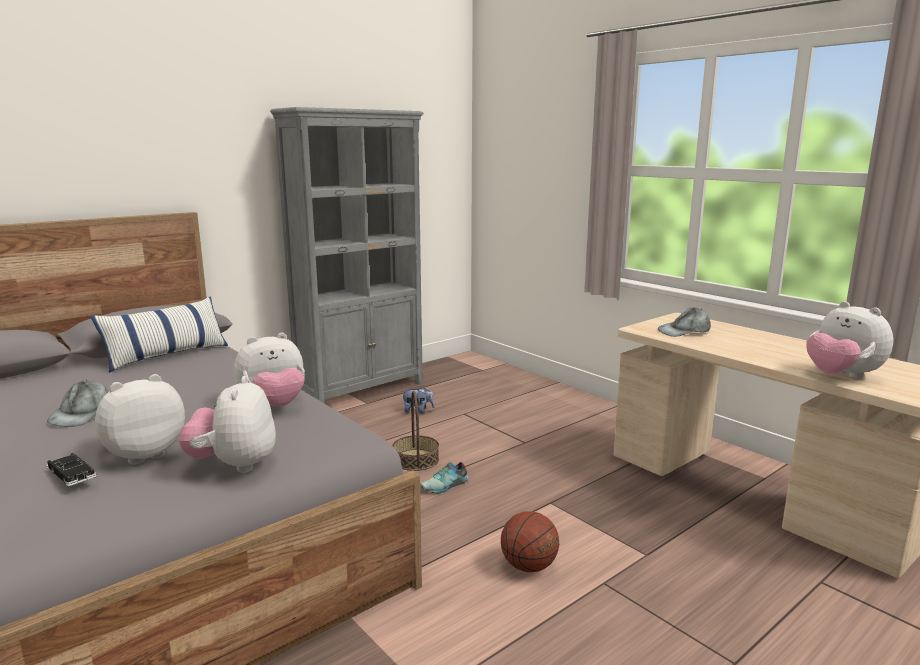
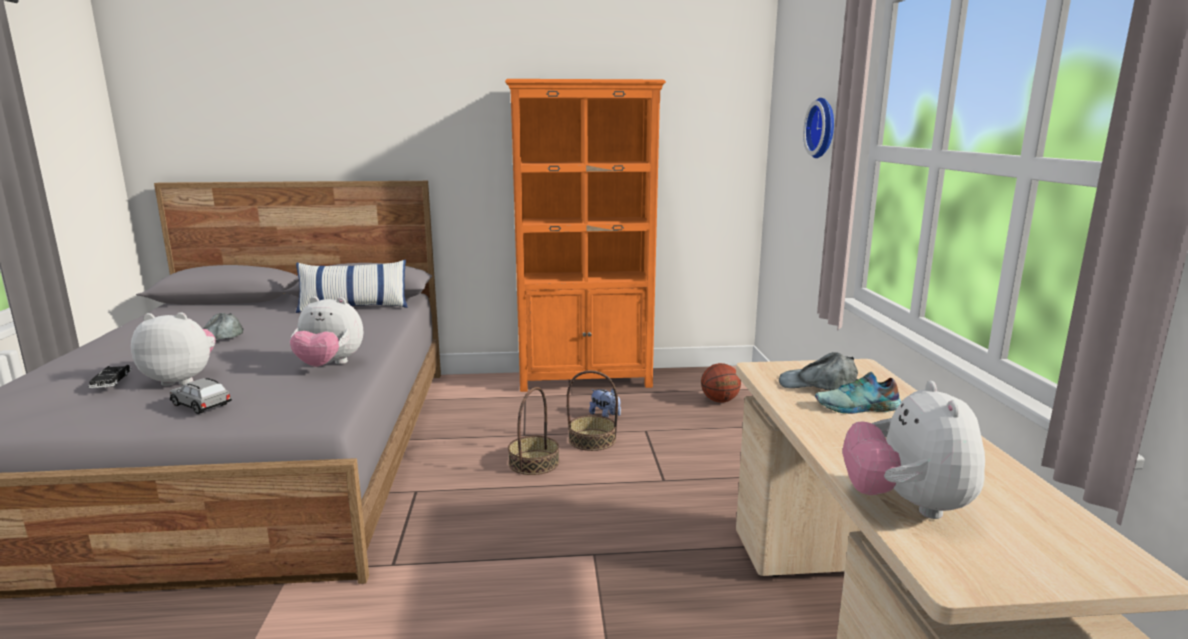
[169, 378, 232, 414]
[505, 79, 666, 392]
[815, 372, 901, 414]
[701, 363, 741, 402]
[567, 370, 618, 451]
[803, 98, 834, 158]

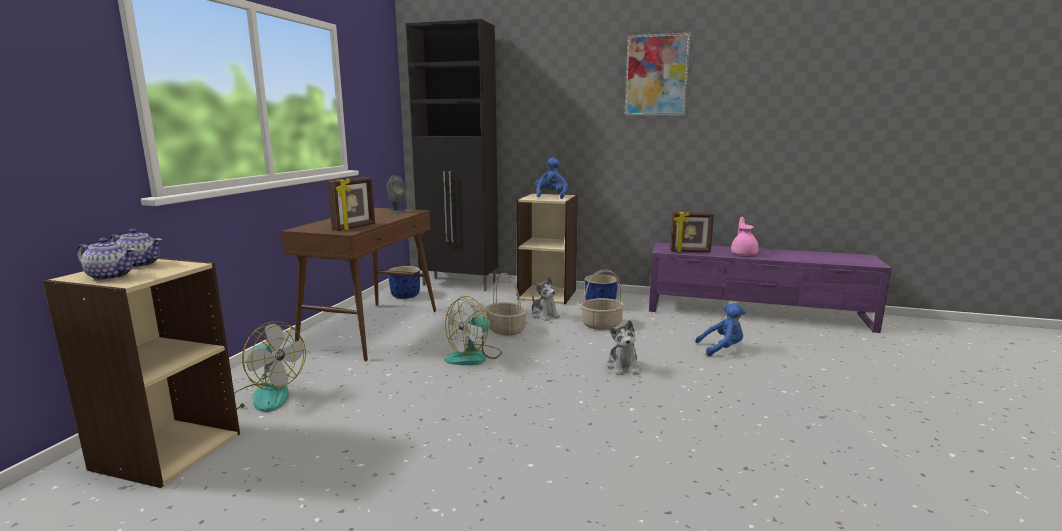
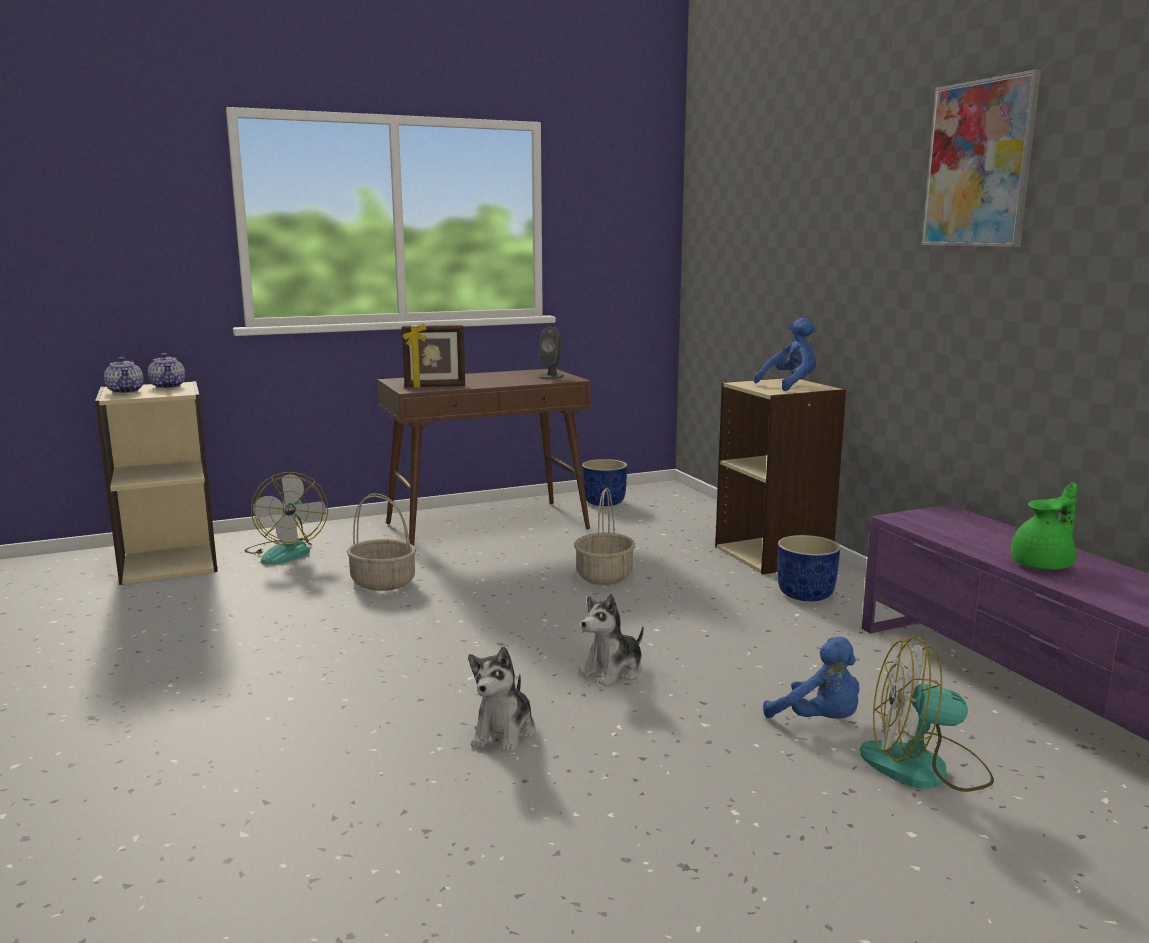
[406, 19, 498, 291] (first image)
[860, 637, 994, 792]
[468, 646, 535, 753]
[347, 493, 416, 591]
[670, 212, 714, 252] (first image)
[1011, 482, 1077, 570]

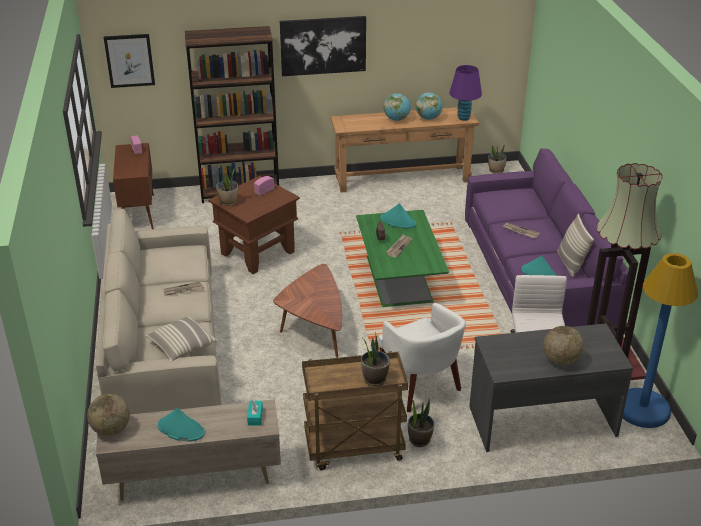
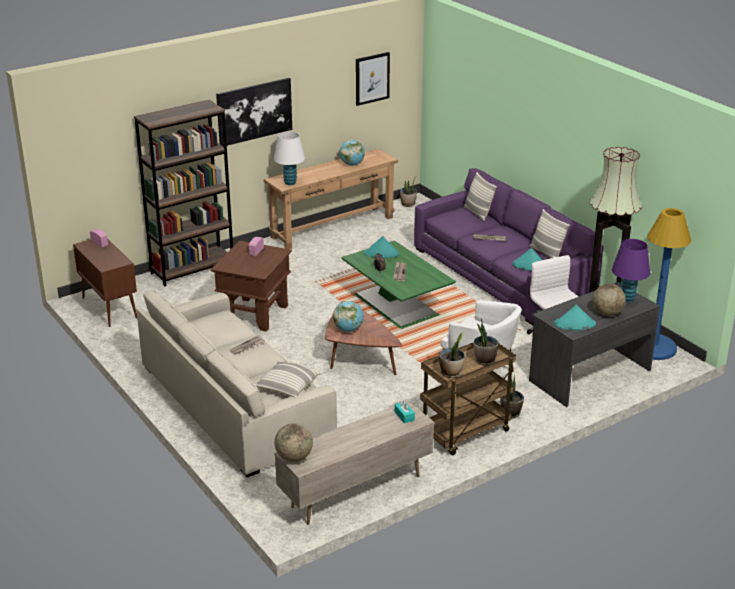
[356, 52, 390, 106]
[554, 305, 596, 330]
[439, 331, 465, 378]
[333, 301, 364, 332]
[612, 239, 650, 302]
[274, 131, 305, 185]
[464, 172, 497, 221]

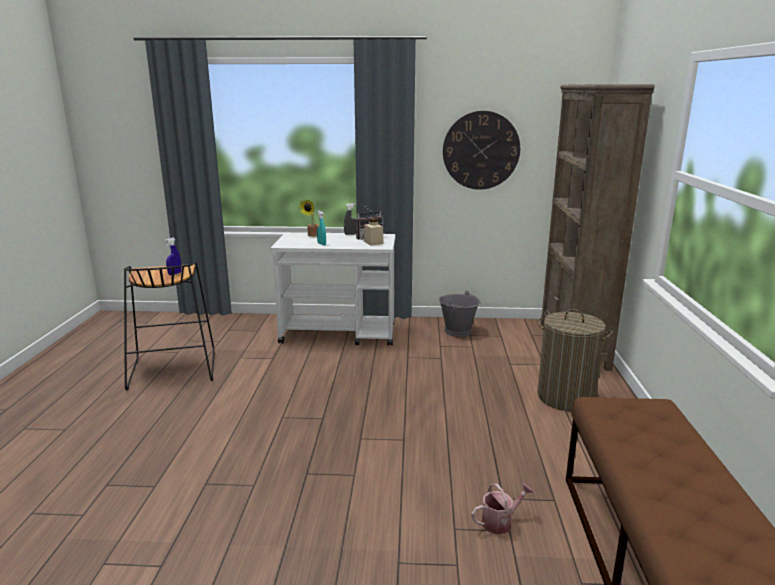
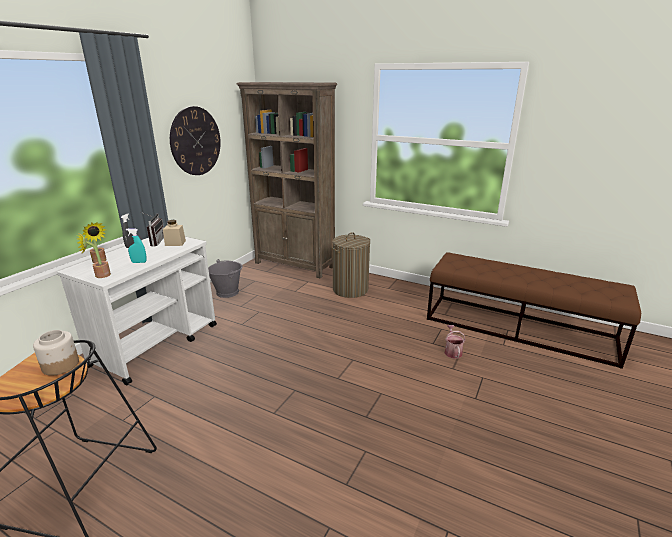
[33, 330, 79, 376]
[77, 233, 111, 278]

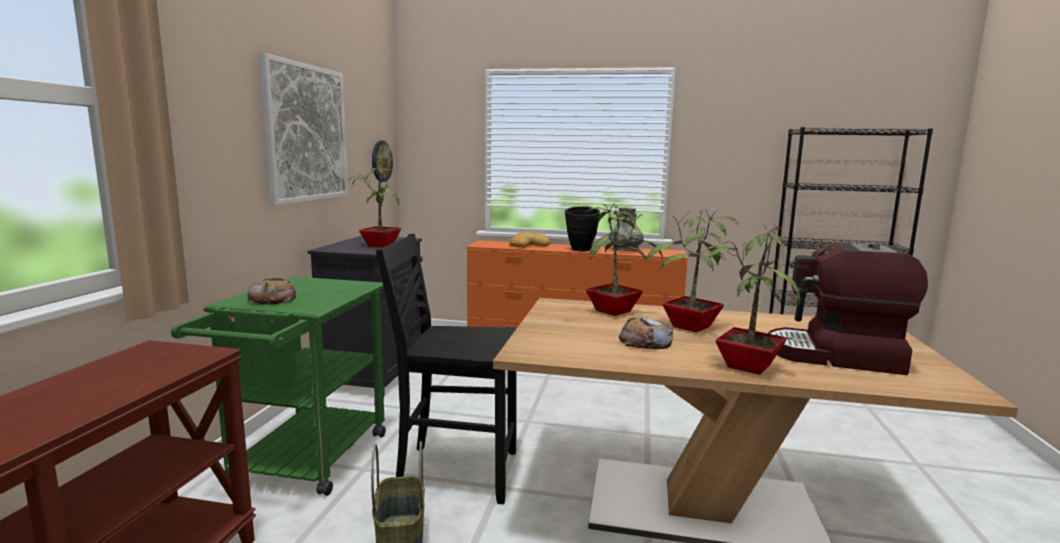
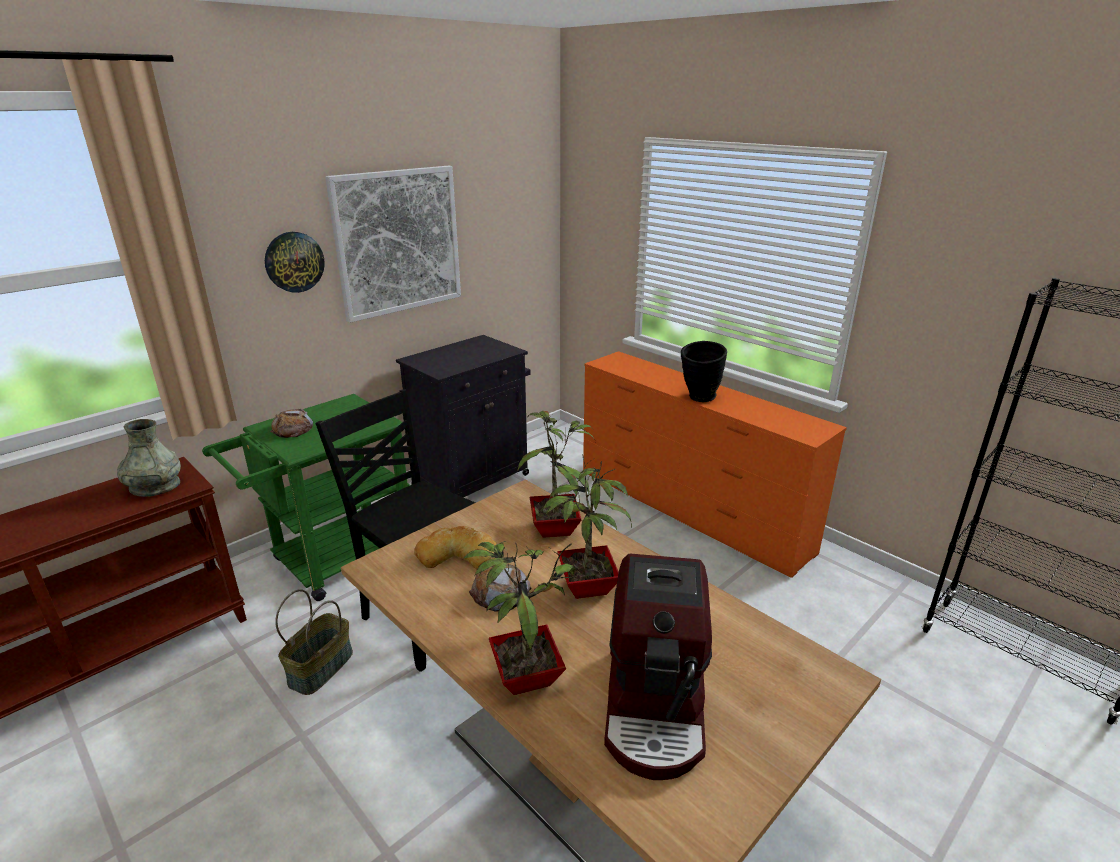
[348, 164, 401, 247] (first image)
[265, 232, 325, 293]
[414, 526, 497, 569]
[117, 419, 181, 497]
[604, 554, 712, 780]

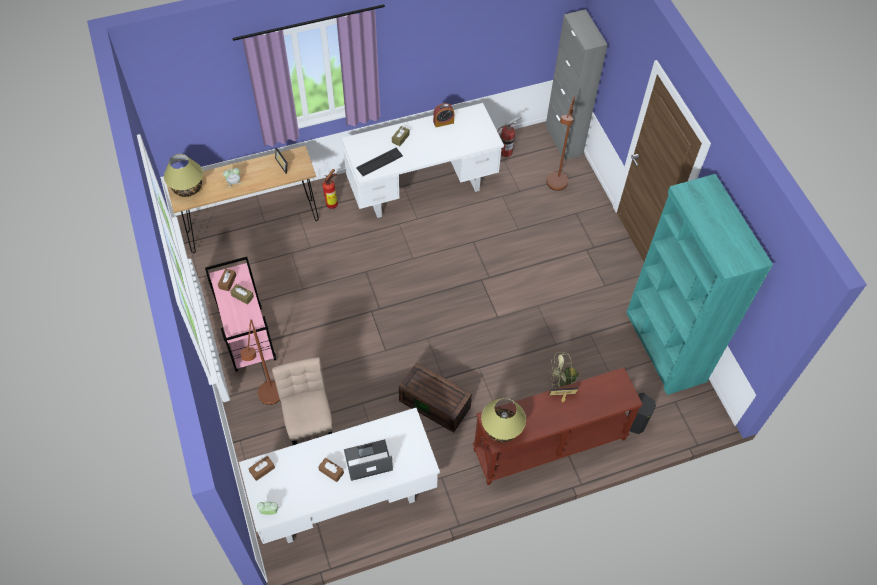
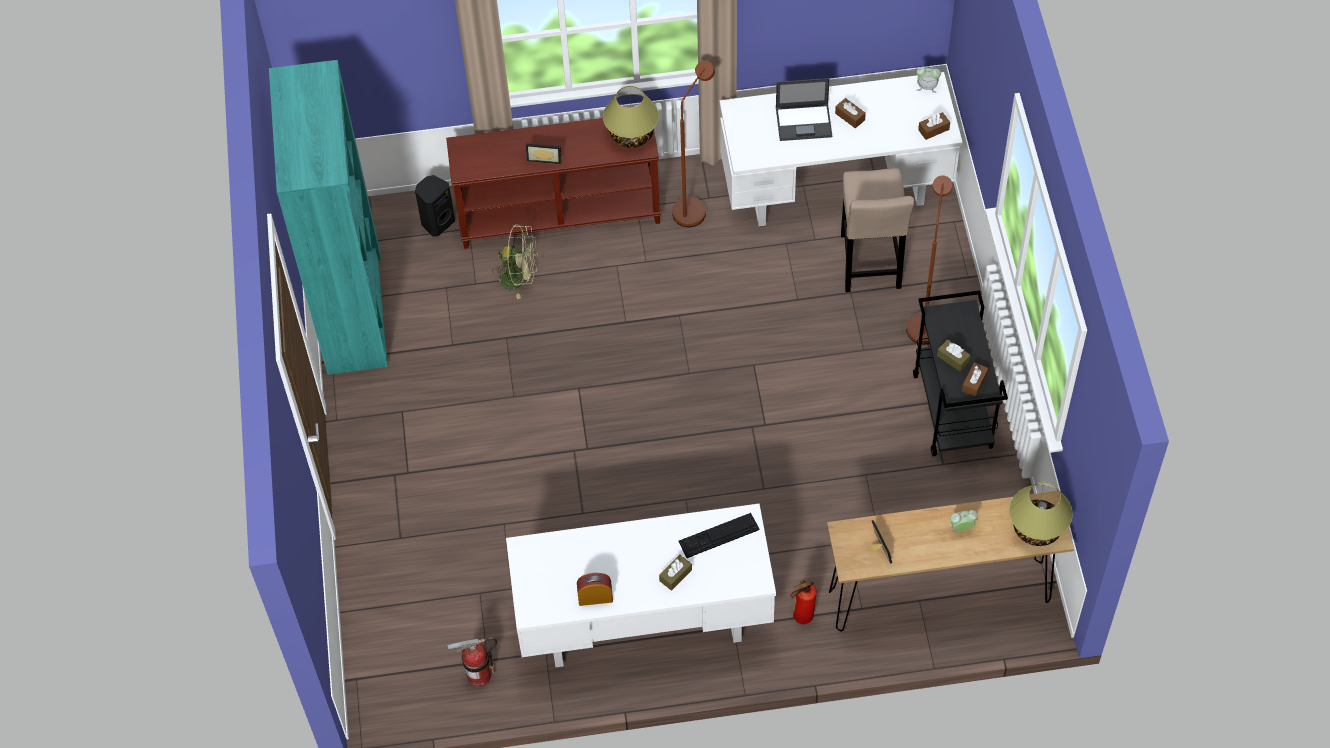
[913, 290, 1008, 456]
[399, 362, 472, 433] (first image)
[545, 9, 608, 160] (first image)
[672, 61, 715, 227]

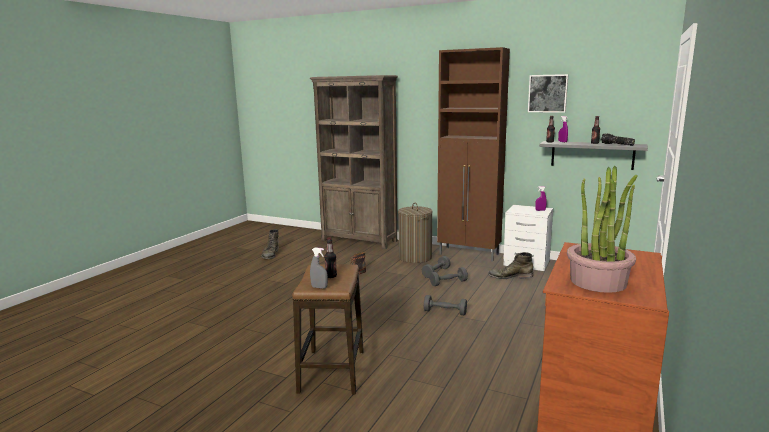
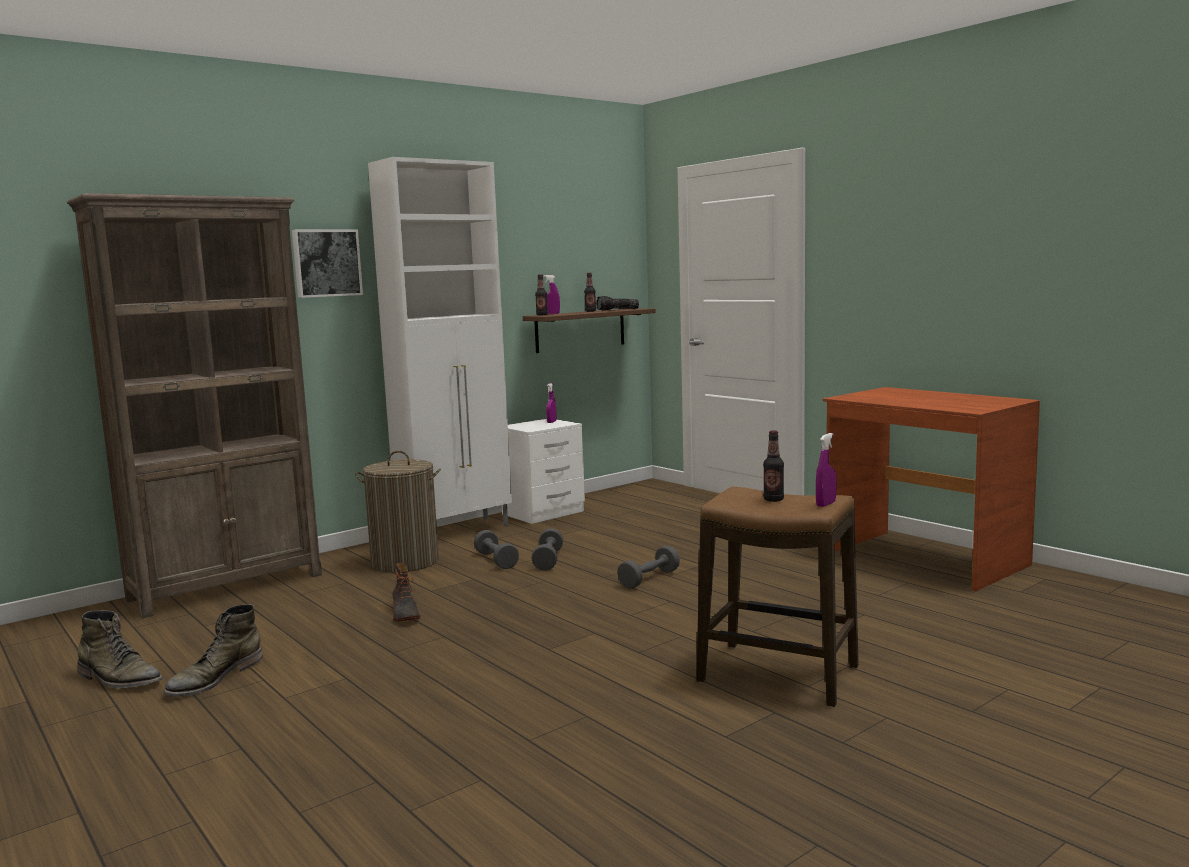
[816, 433, 837, 507]
[368, 157, 512, 527]
[163, 604, 263, 697]
[292, 230, 363, 298]
[523, 308, 655, 353]
[567, 166, 638, 293] (first image)

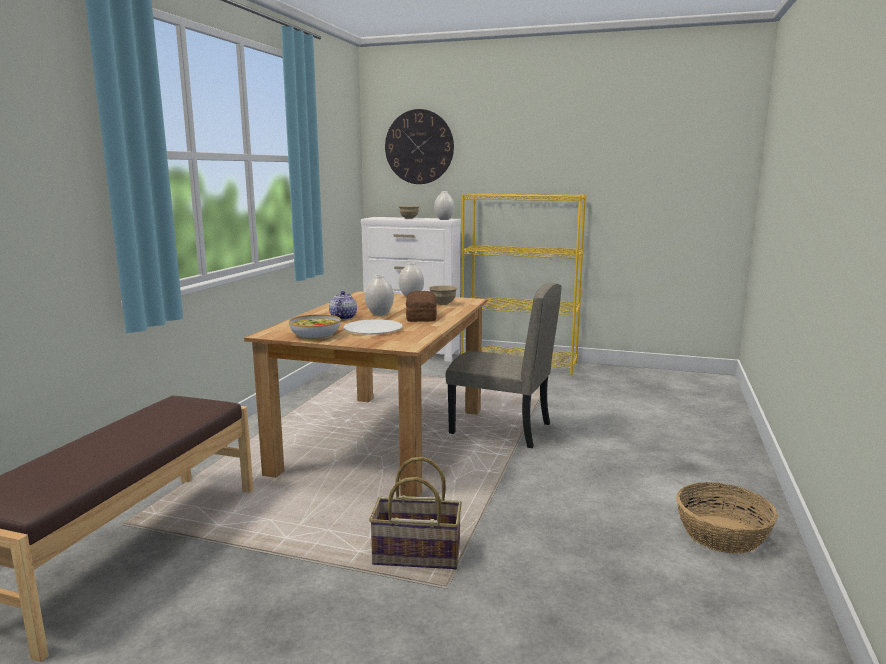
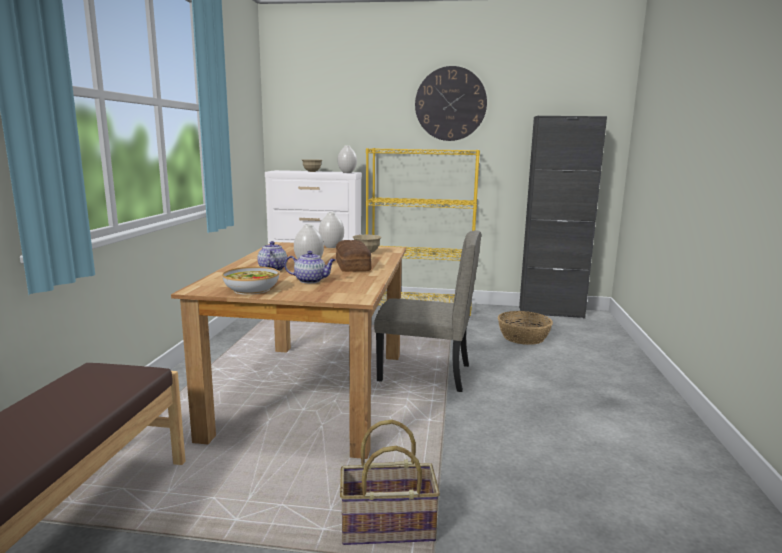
[284, 251, 336, 283]
[415, 66, 487, 141]
[498, 311, 553, 345]
[519, 116, 607, 319]

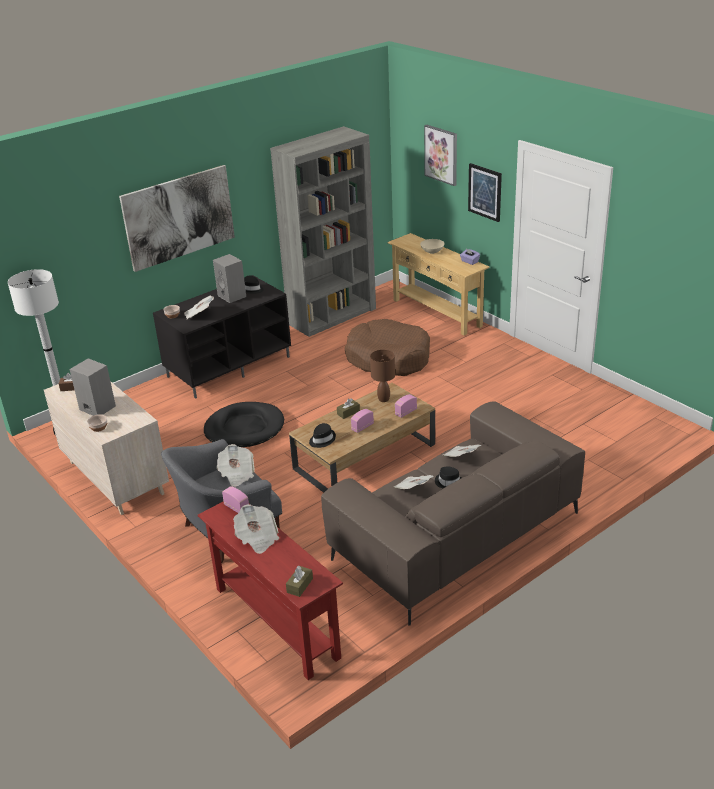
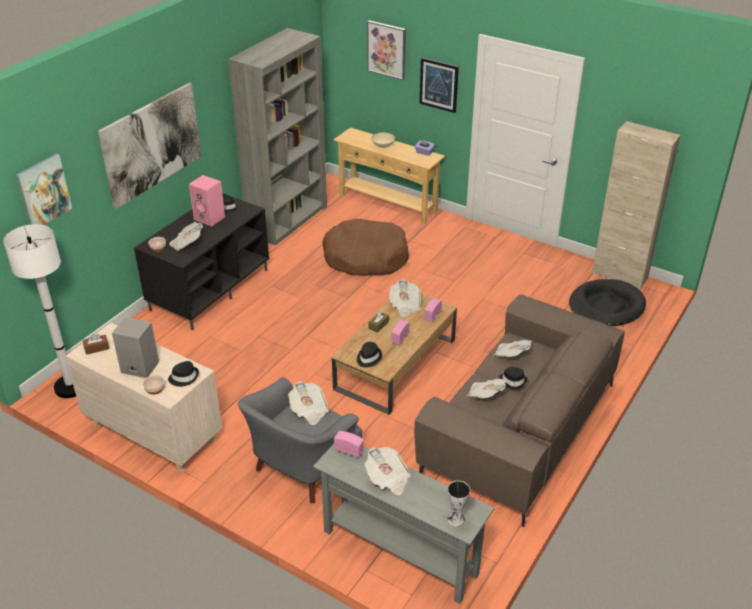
[313, 444, 495, 604]
[569, 279, 646, 326]
[189, 175, 225, 226]
[447, 481, 470, 527]
[389, 279, 421, 317]
[16, 154, 72, 225]
[168, 361, 199, 387]
[592, 121, 681, 289]

